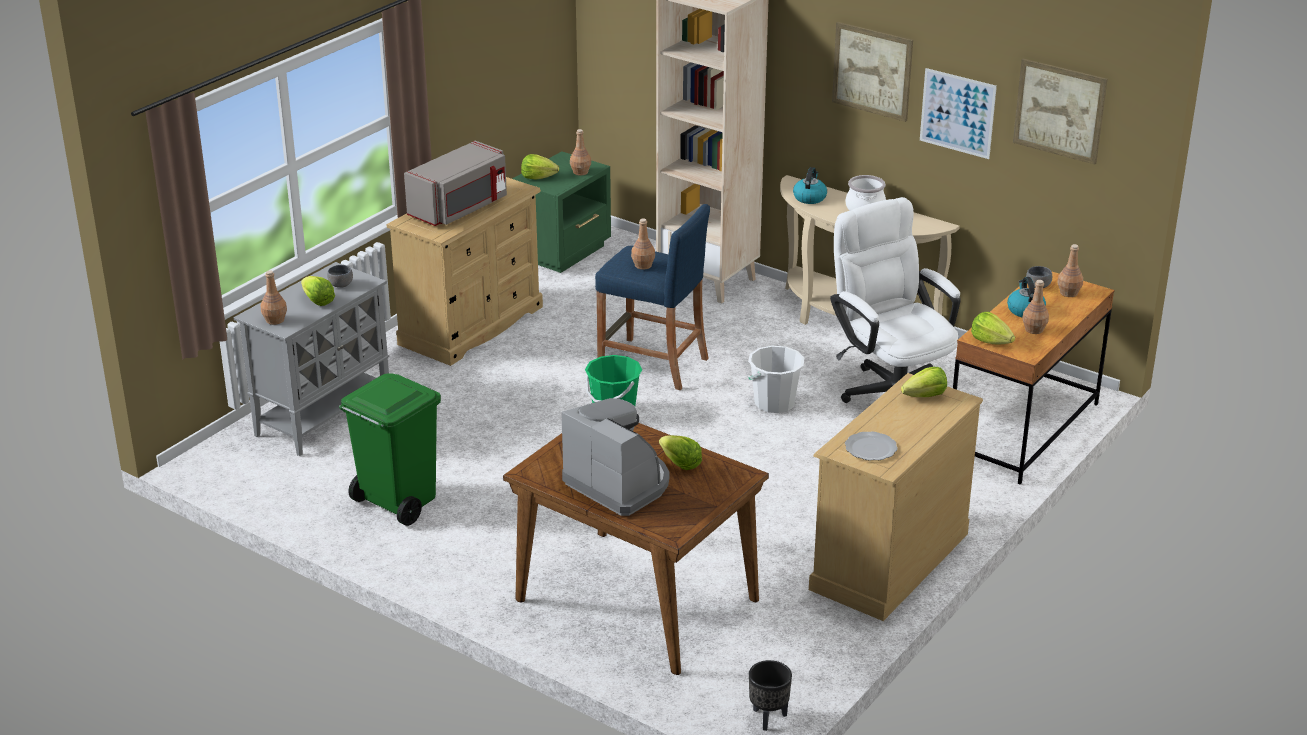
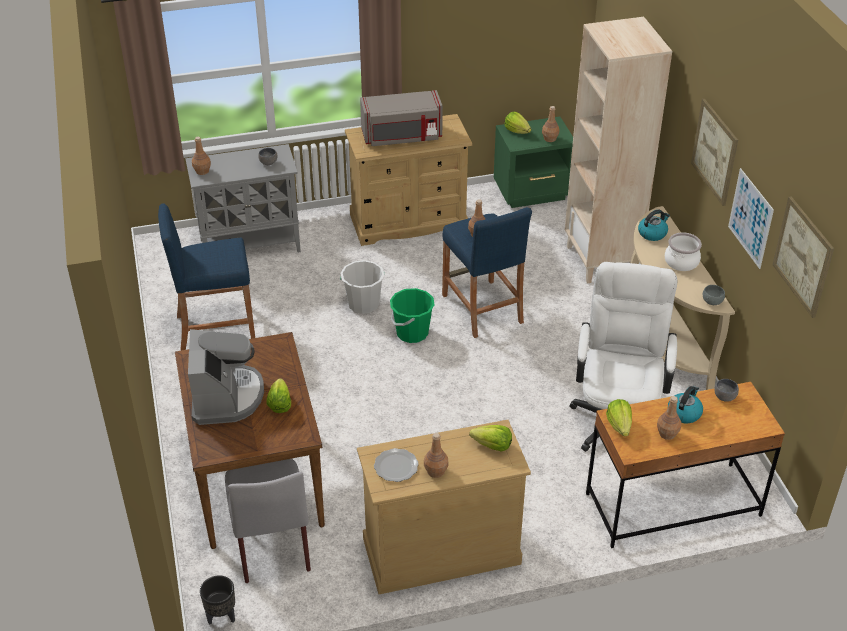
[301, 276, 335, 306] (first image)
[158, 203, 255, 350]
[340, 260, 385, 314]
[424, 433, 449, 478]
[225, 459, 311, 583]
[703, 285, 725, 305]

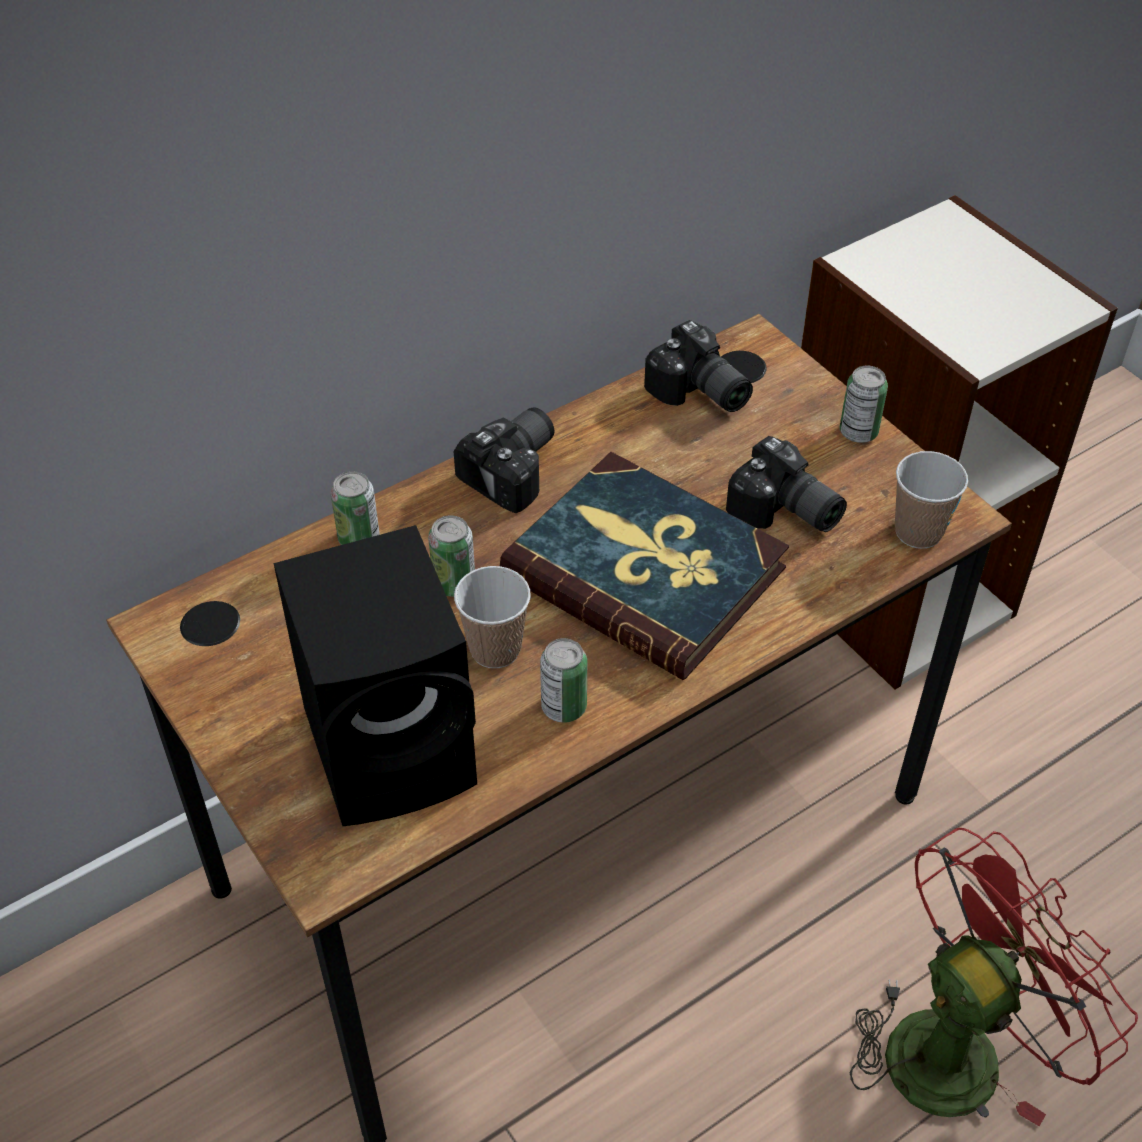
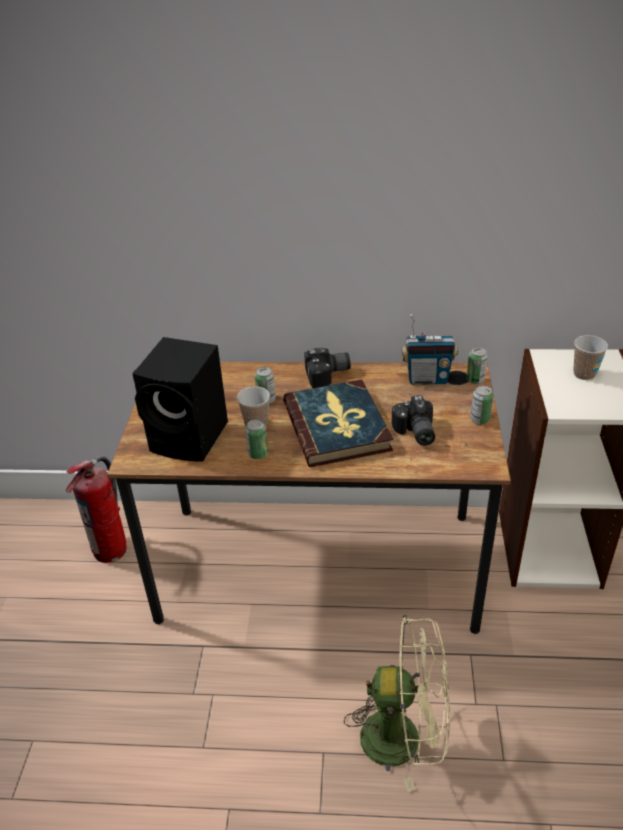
[466, 347, 488, 384]
[402, 314, 458, 385]
[344, 615, 450, 792]
[573, 335, 608, 380]
[65, 456, 127, 563]

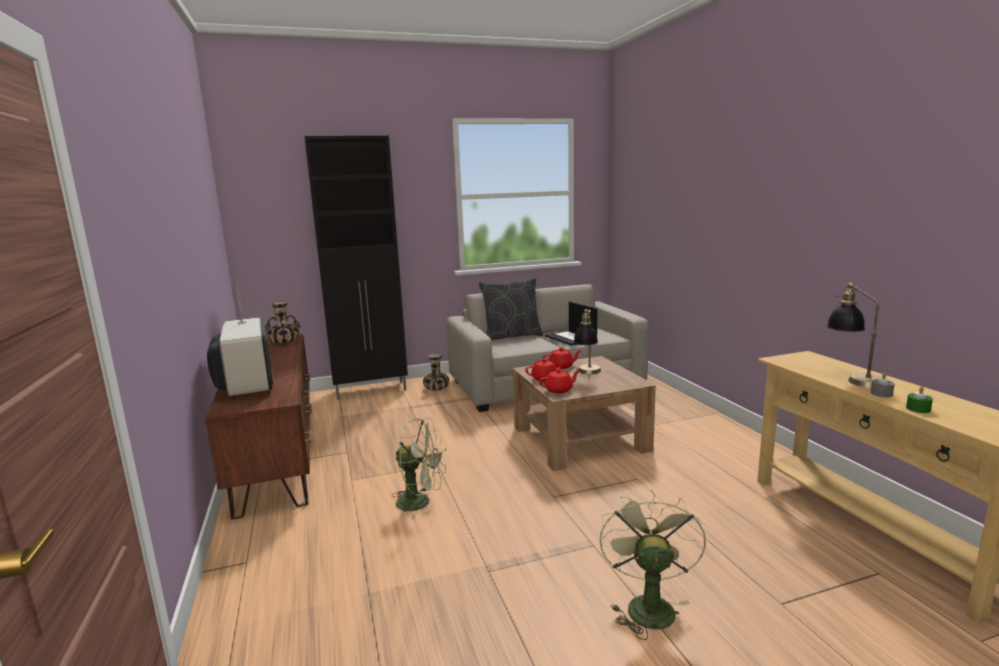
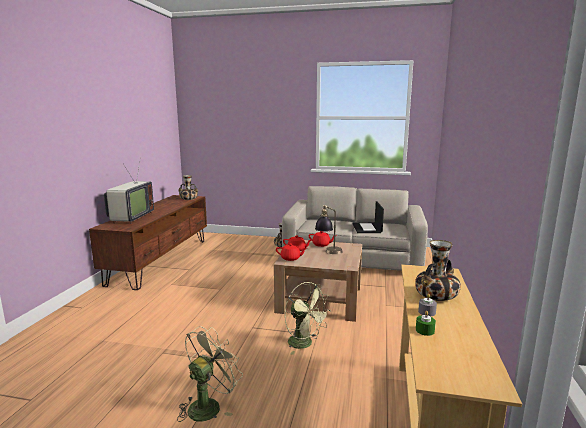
[305, 136, 408, 400] (first image)
[284, 282, 331, 355]
[479, 278, 543, 340] (first image)
[415, 240, 461, 301]

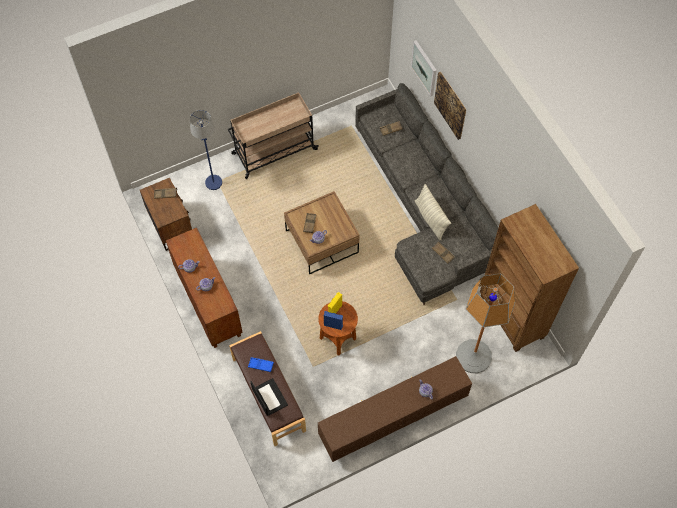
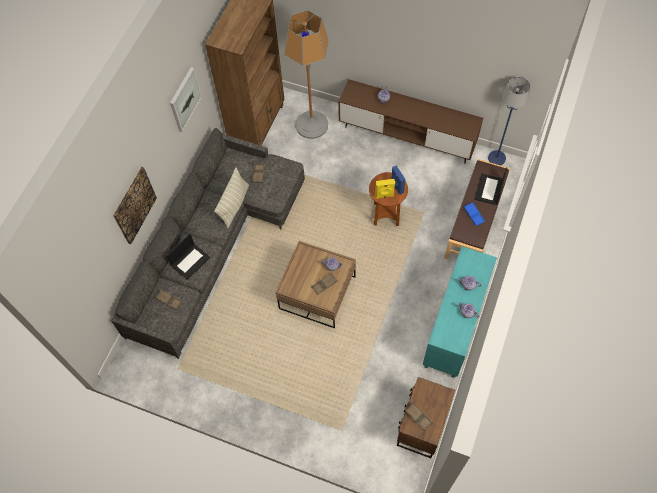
[423, 246, 497, 378]
[488, 77, 530, 165]
[228, 92, 319, 179] (first image)
[170, 67, 202, 132]
[166, 234, 210, 280]

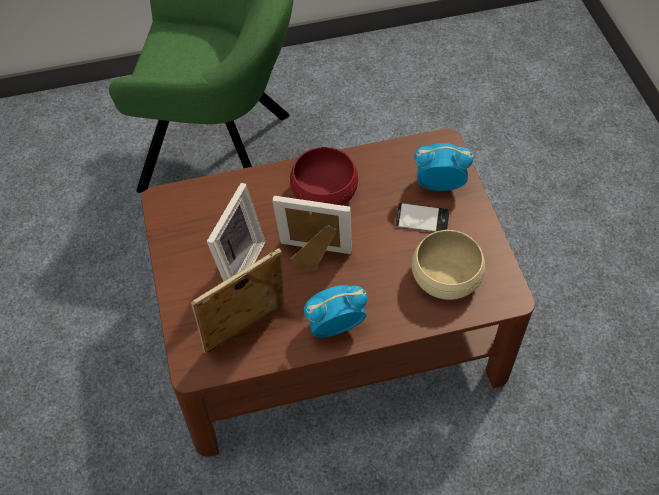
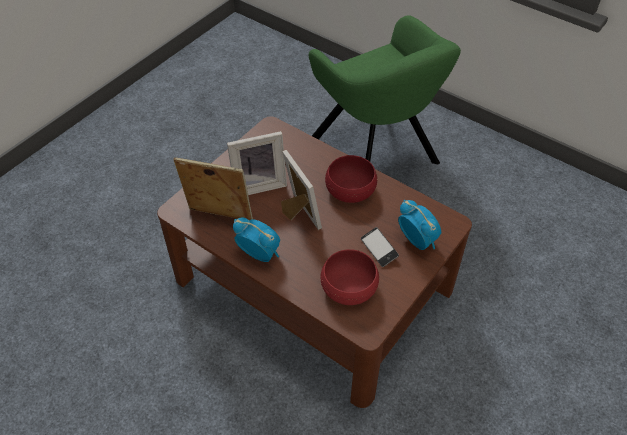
[320, 249, 379, 305]

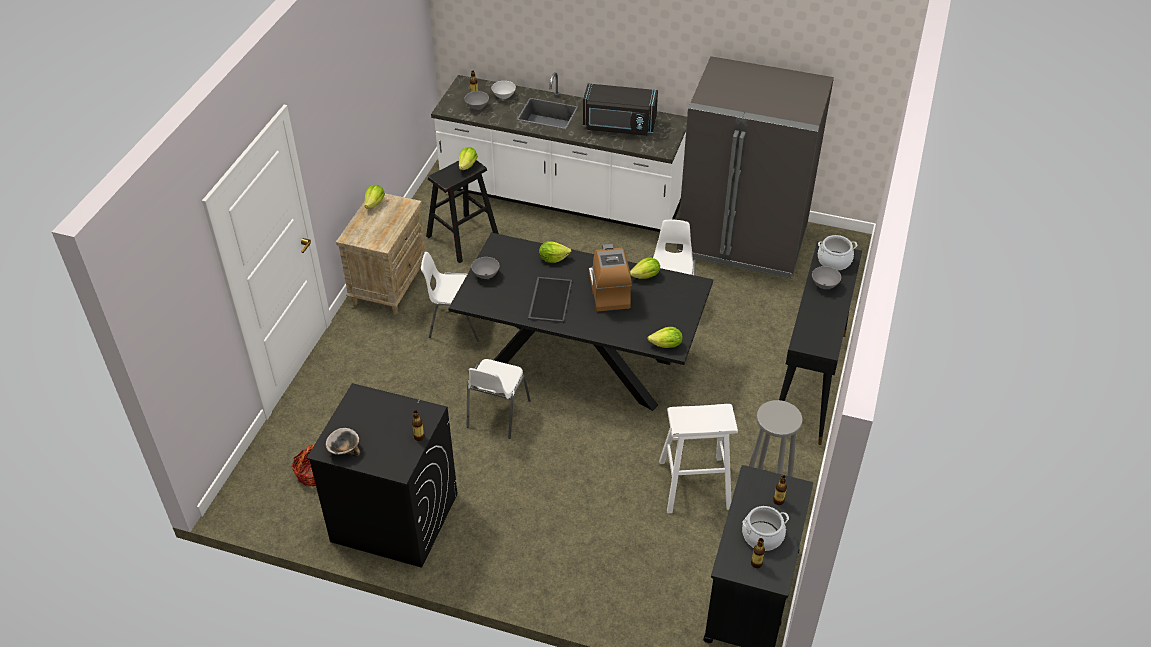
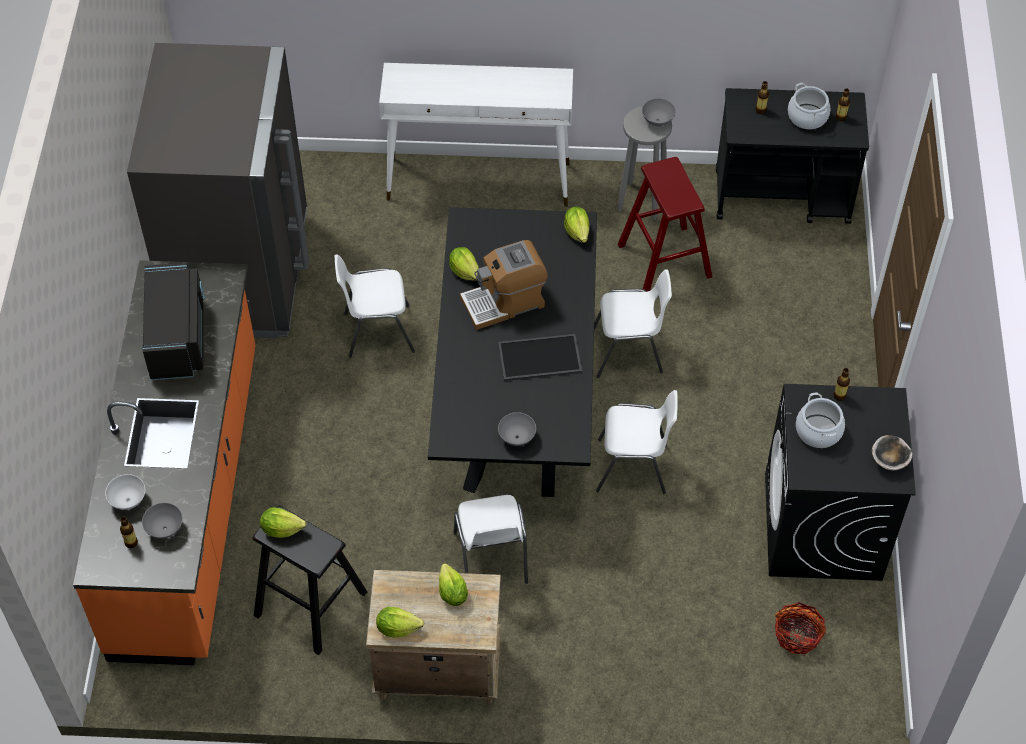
[73, 260, 256, 665]
[439, 563, 468, 606]
[618, 157, 712, 292]
[379, 63, 573, 207]
[642, 98, 676, 126]
[796, 392, 845, 448]
[594, 269, 672, 378]

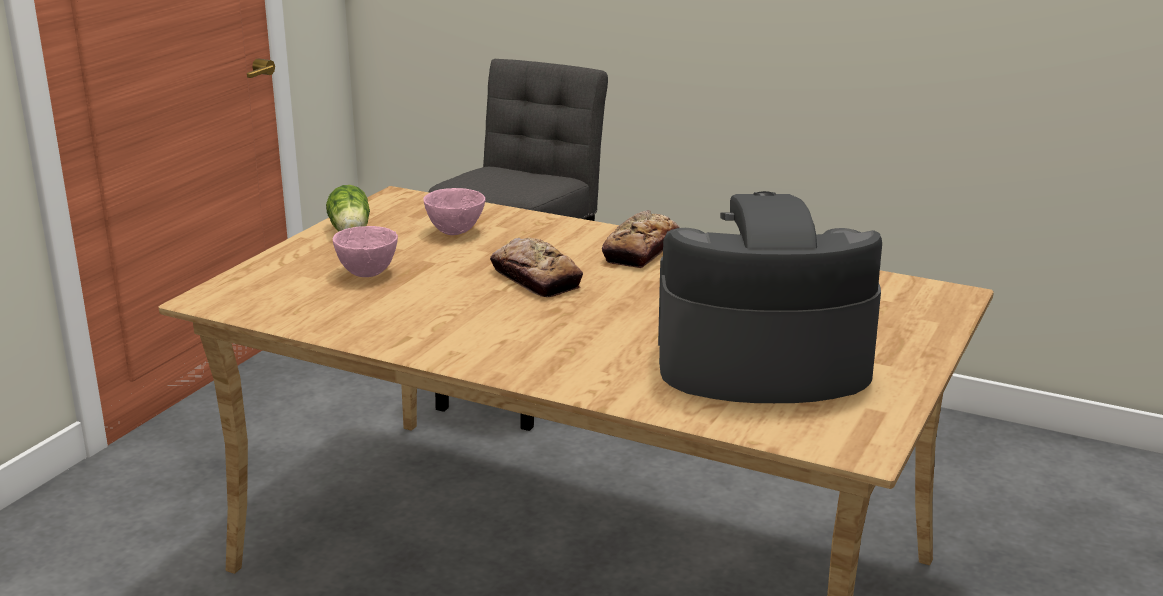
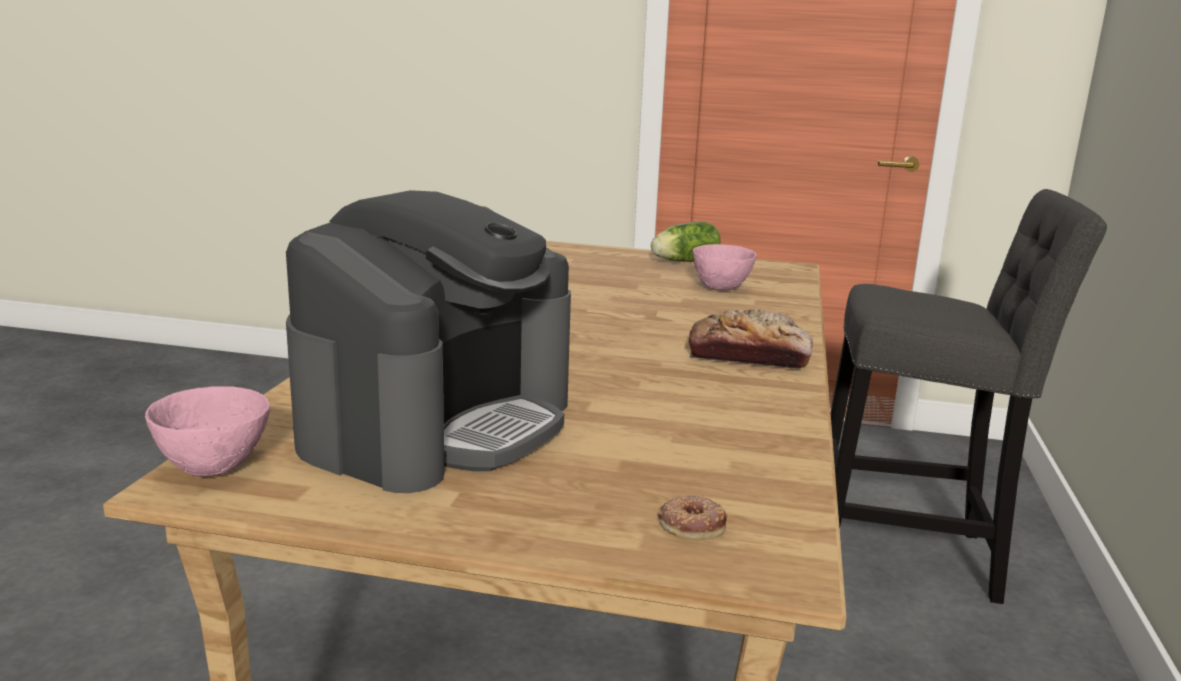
[145, 386, 270, 477]
[490, 238, 583, 297] (first image)
[286, 190, 571, 493]
[658, 495, 727, 540]

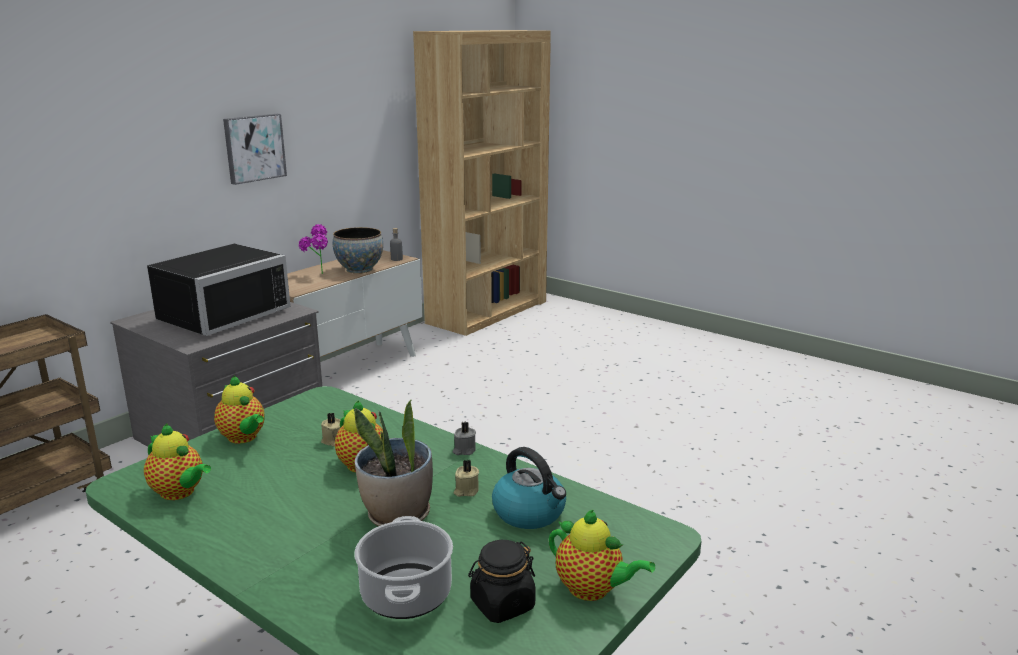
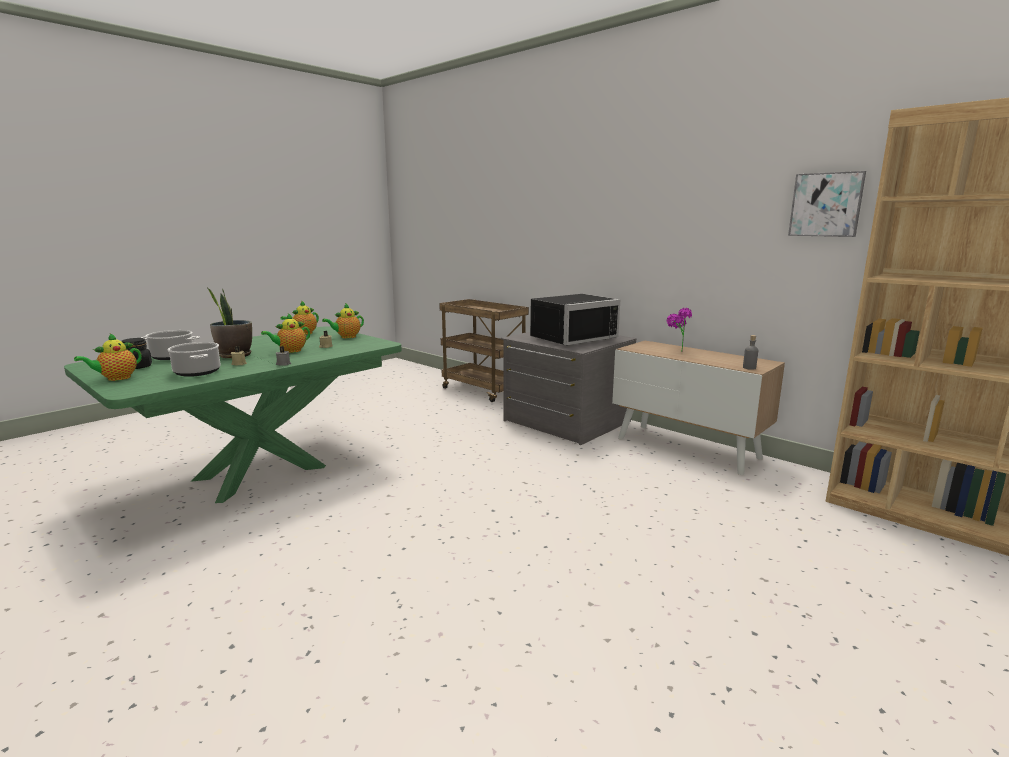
[530, 294, 620, 346]
[788, 171, 866, 237]
[333, 227, 383, 274] (first image)
[167, 342, 221, 377]

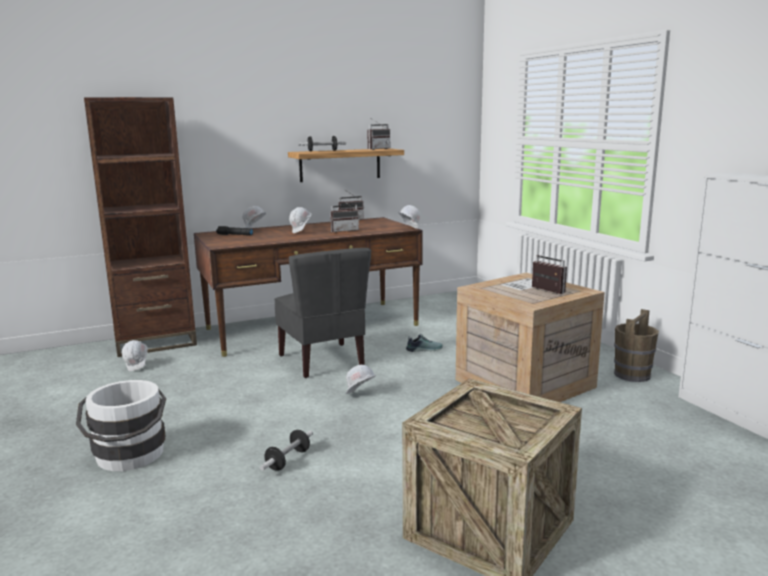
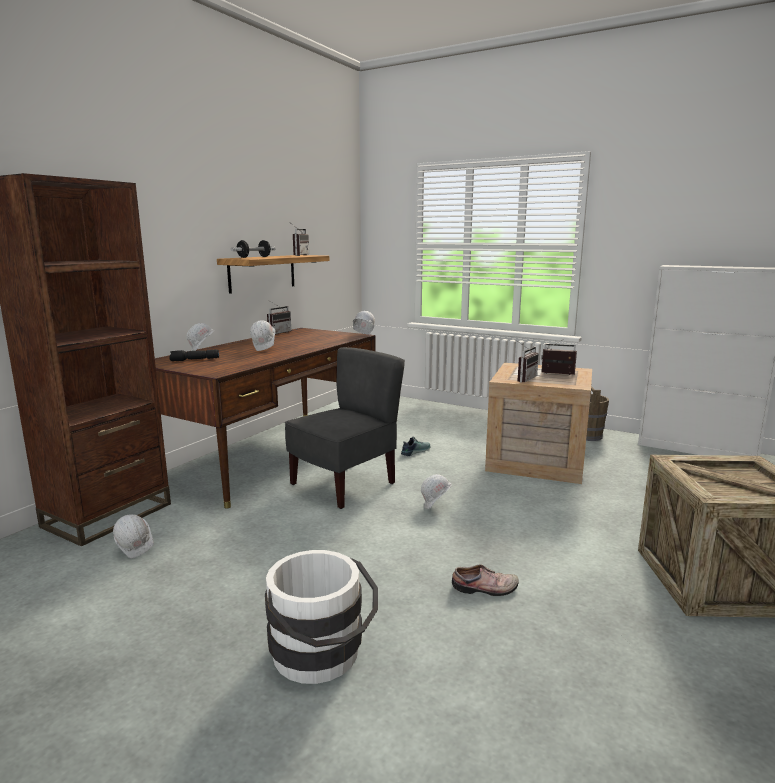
[452, 564, 519, 596]
[285, 347, 405, 509]
[516, 340, 539, 382]

